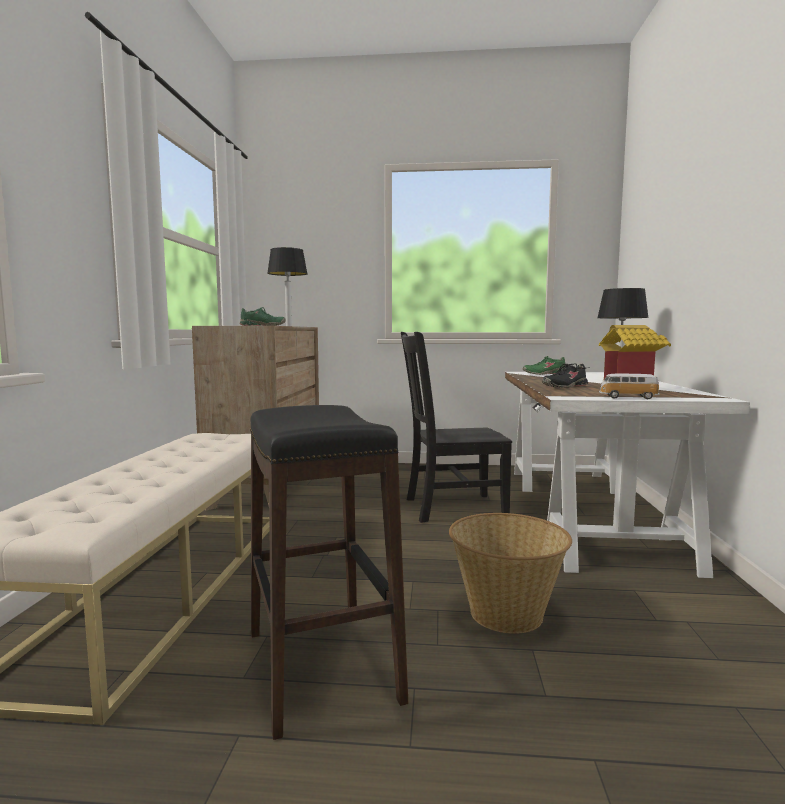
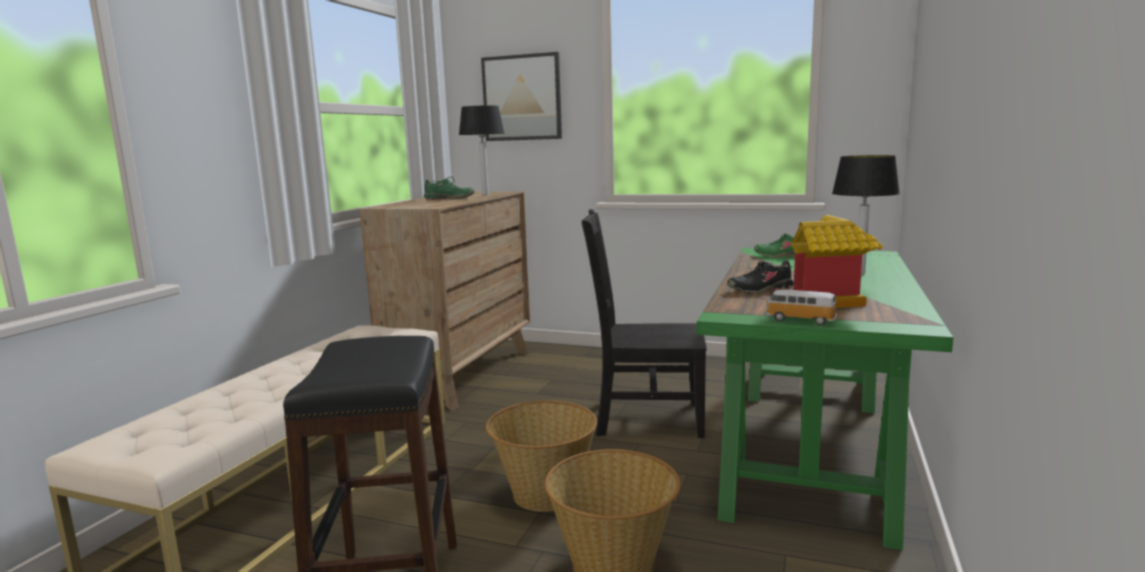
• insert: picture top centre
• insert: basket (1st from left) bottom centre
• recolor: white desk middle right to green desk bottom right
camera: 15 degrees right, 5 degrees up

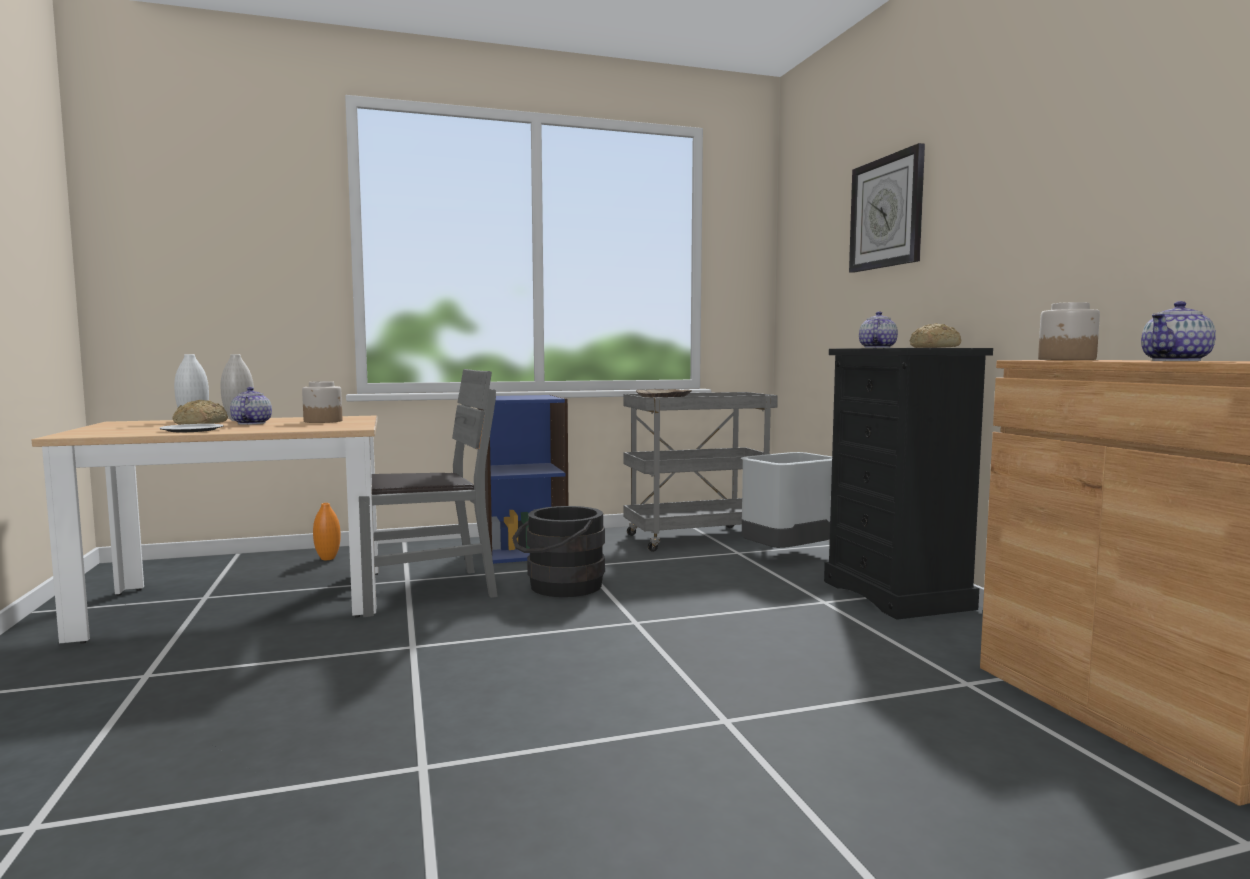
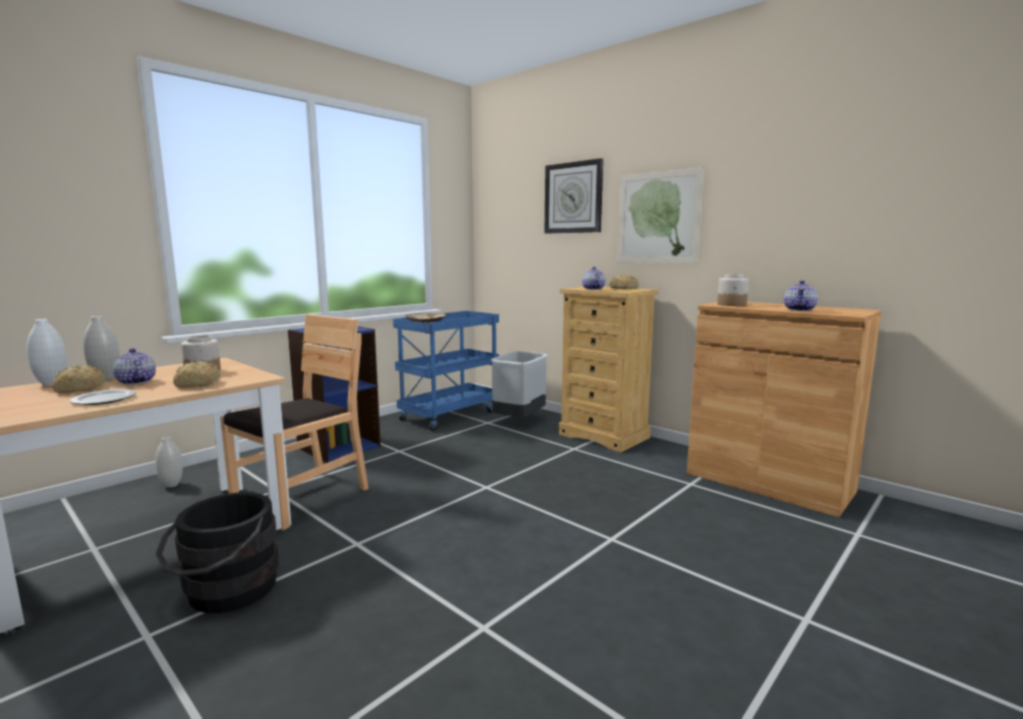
• recolor: orange vase middle left to white vase (3rd from left) middle left
• move: black bucket centre to bottom left
• insert: bread (2nd from left) middle left
• recolor: grey chair centre to brown chair middle left
• recolor: grey cart centre to blue cart centre
• recolor: black dresser middle right to beige dresser centre
• insert: picture top centre
camera: 30 degrees left, 5 degrees up

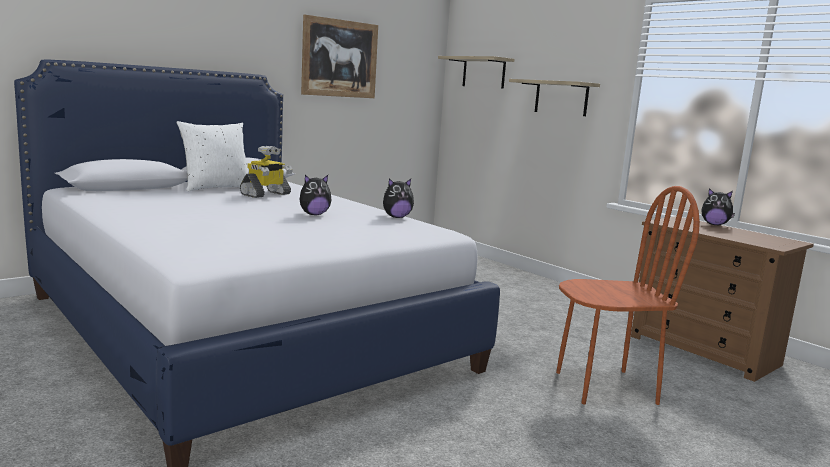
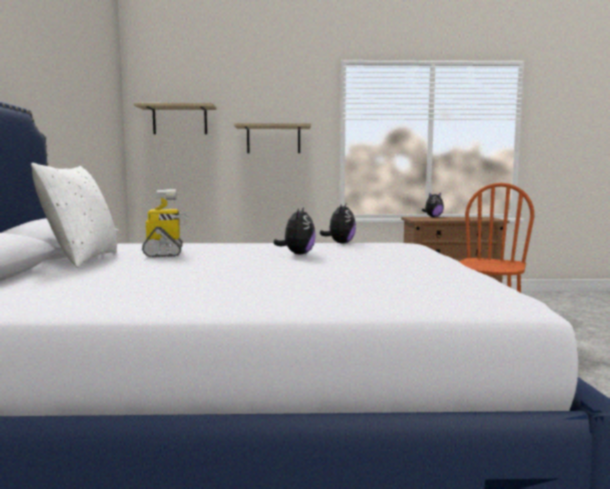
• delete: picture top centre
camera: 50 degrees left, 5 degrees down

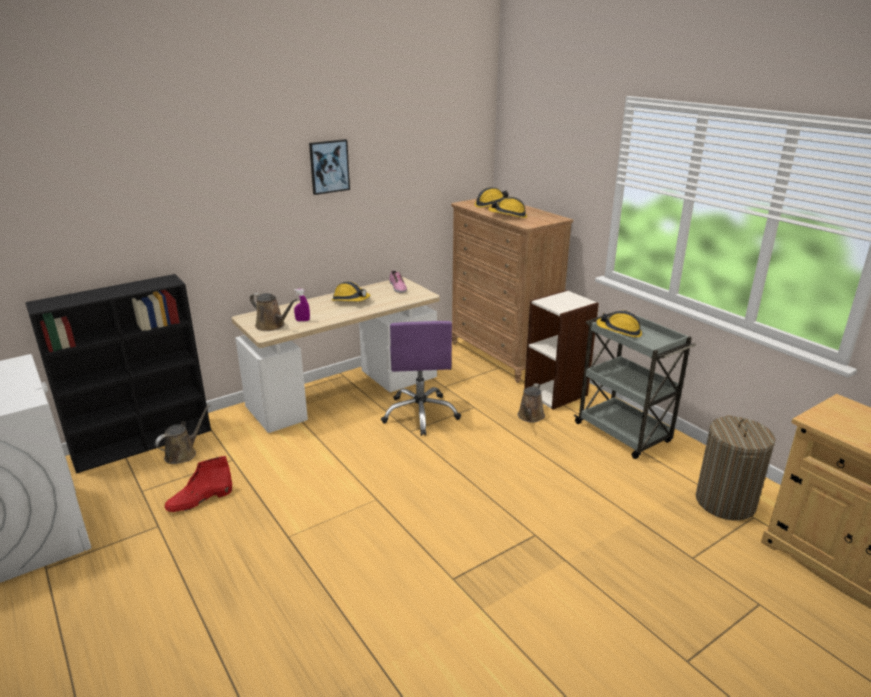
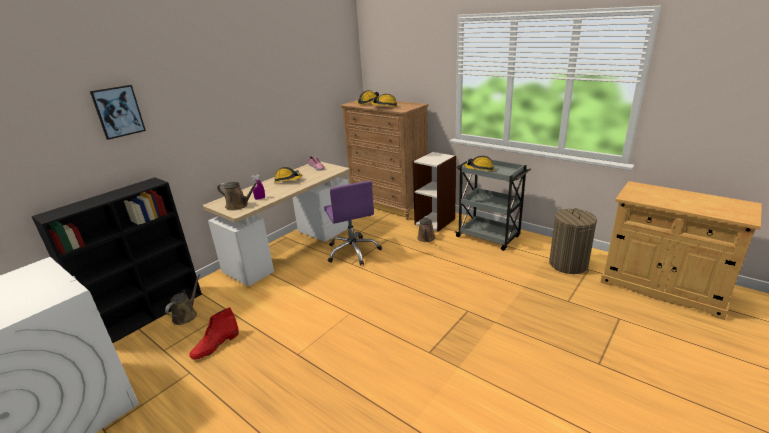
• move: picture top centre to top left
camera: 15 degrees left, 0 degrees up

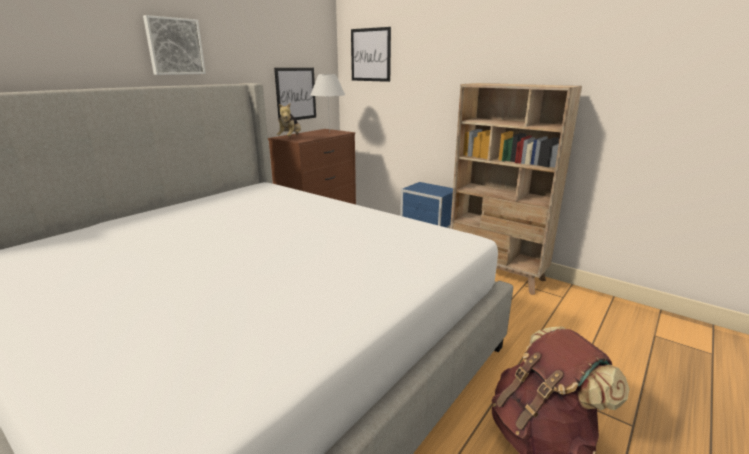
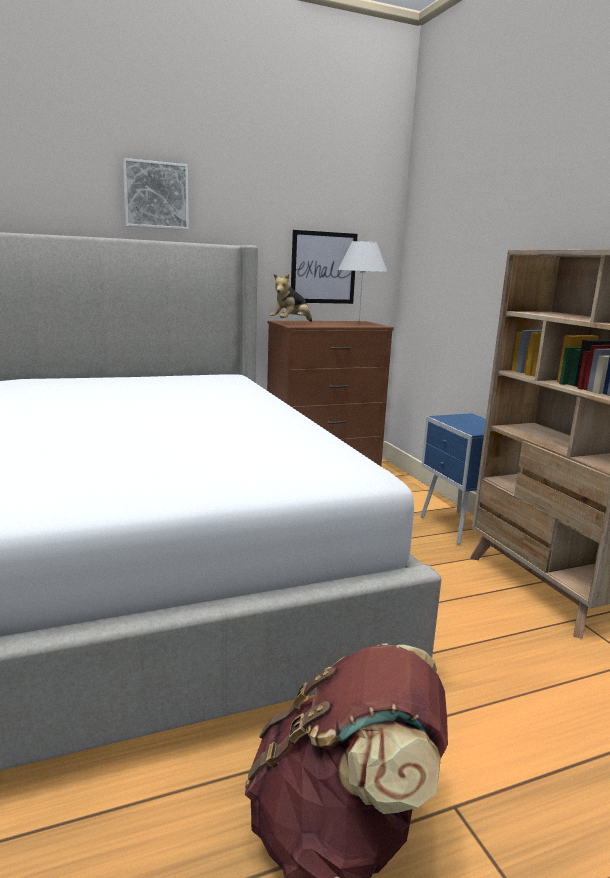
• delete: picture (3rd from left) top centre
camera: 30 degrees right, 5 degrees down

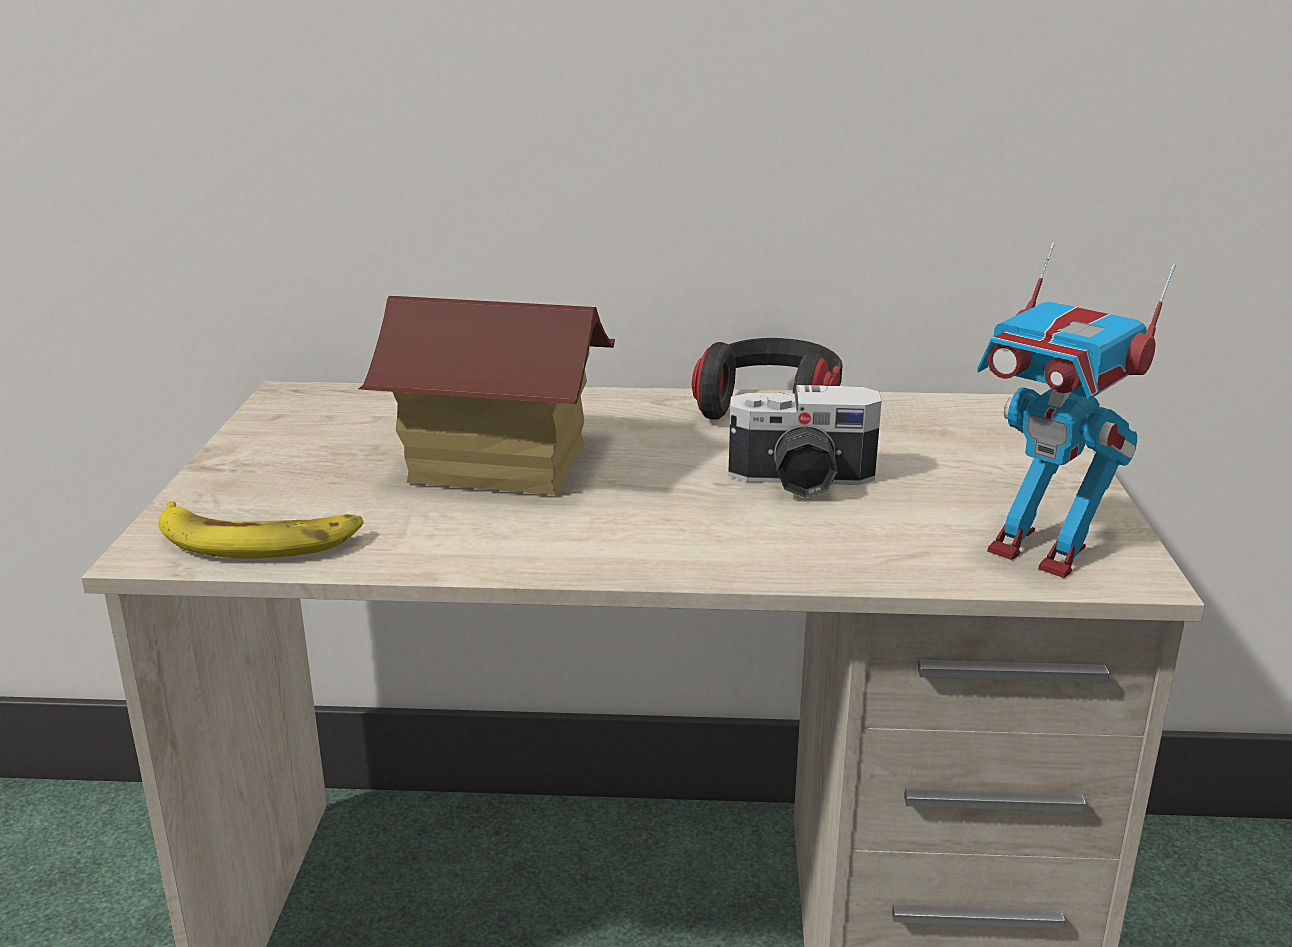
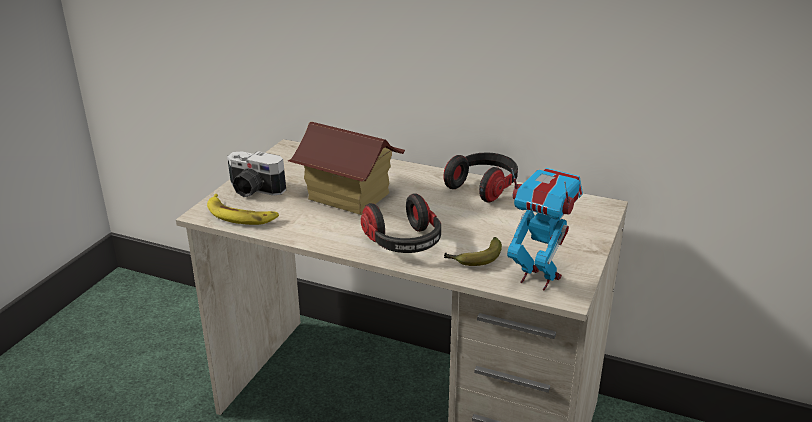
• move: photo camera centre to middle left
• insert: headphones (1st from left) centre
• insert: banana (2nd from left) centre
• rotate: toy robot middle right = middle right 150 degrees clockwise
camera: 20 degrees right, 5 degrees up

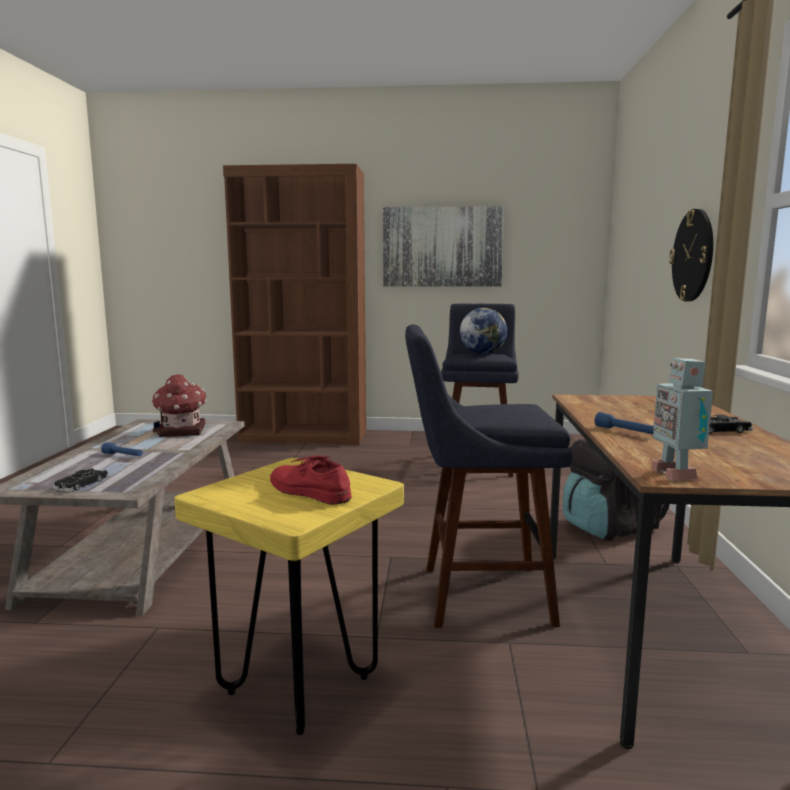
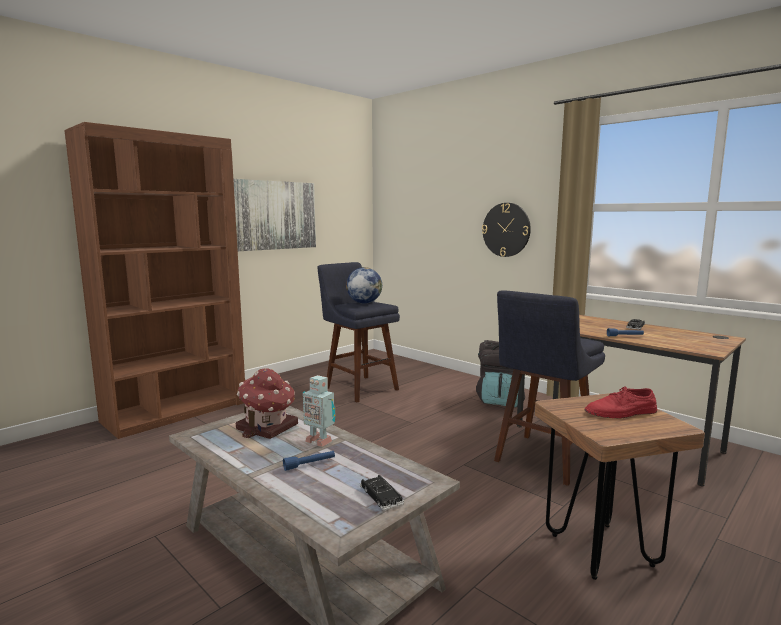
• move: toy robot middle right to centre
• recolor: yellow stool bottom centre to brown stool bottom right
camera: 50 degrees left, 0 degrees up

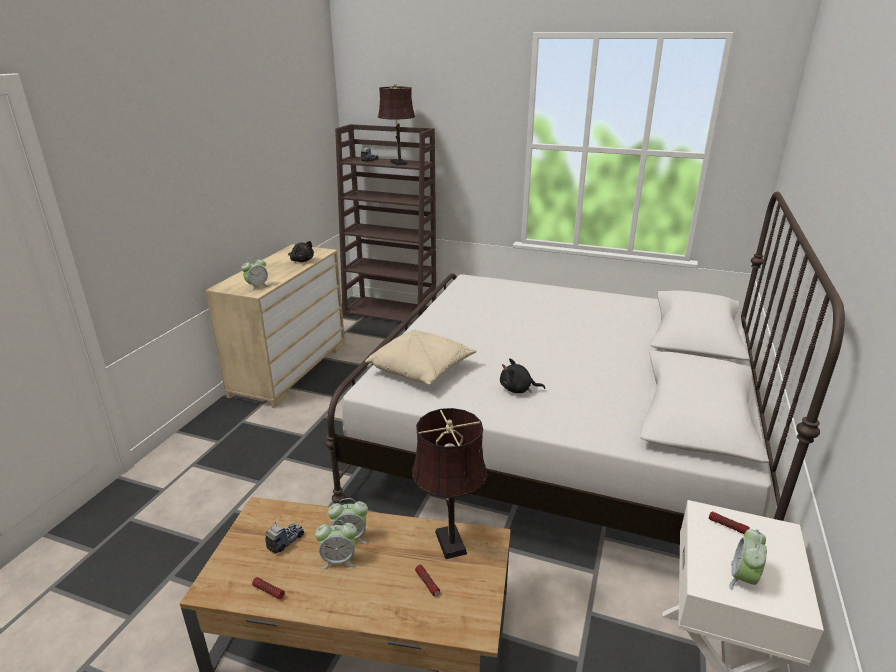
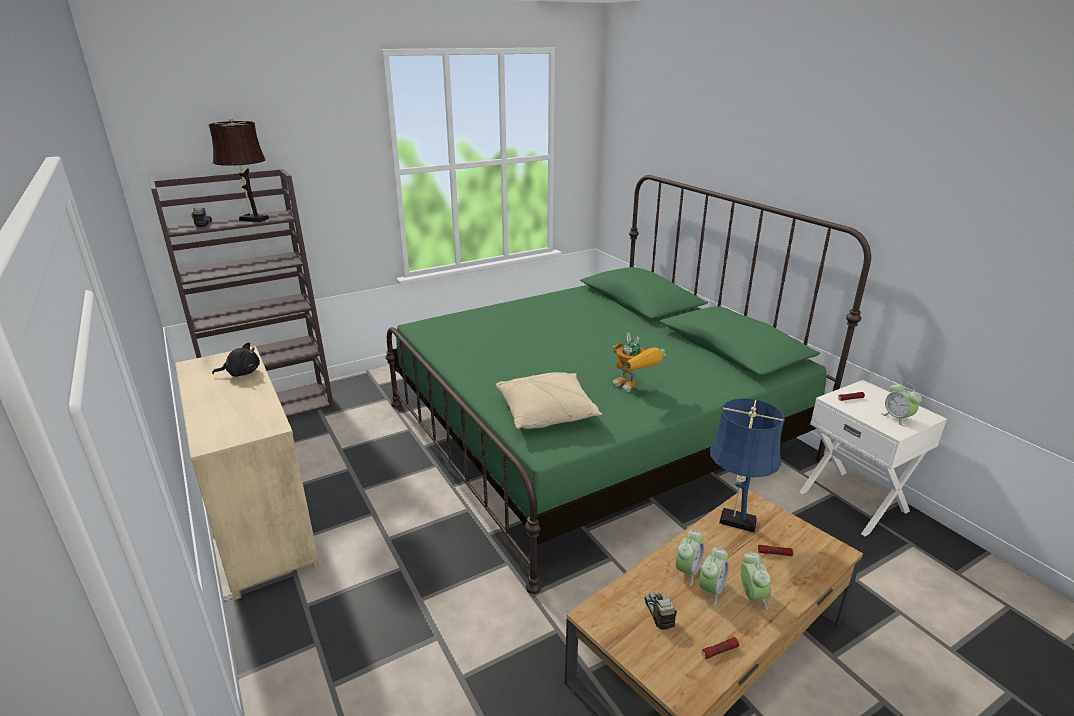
• recolor: white bed centre to green bed centre
• replace: black plush toy (2nd from left) centre to toy robot centre
• recolor: brown table lamp (2nd from left) bottom centre to blue table lamp middle right
• move: alarm clock (1st from left in the first image) middle left to alarm clock (3rd from left) bottom right
camera: 50 degrees left, 0 degrees up

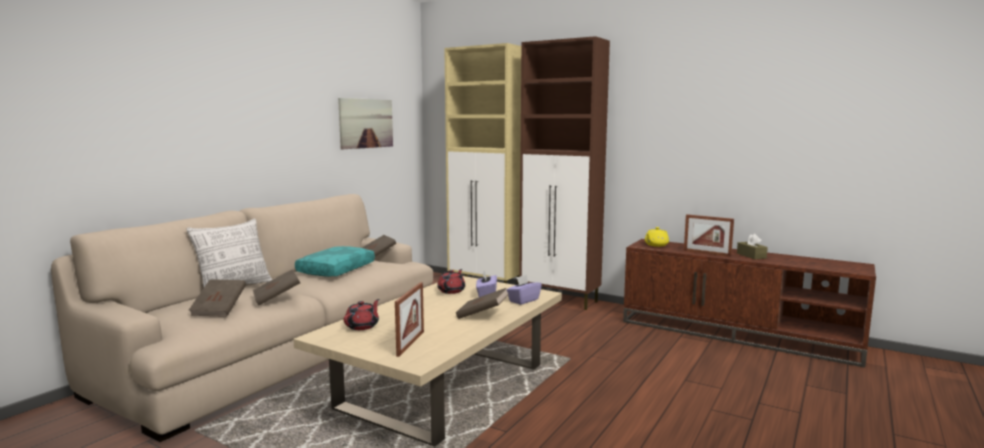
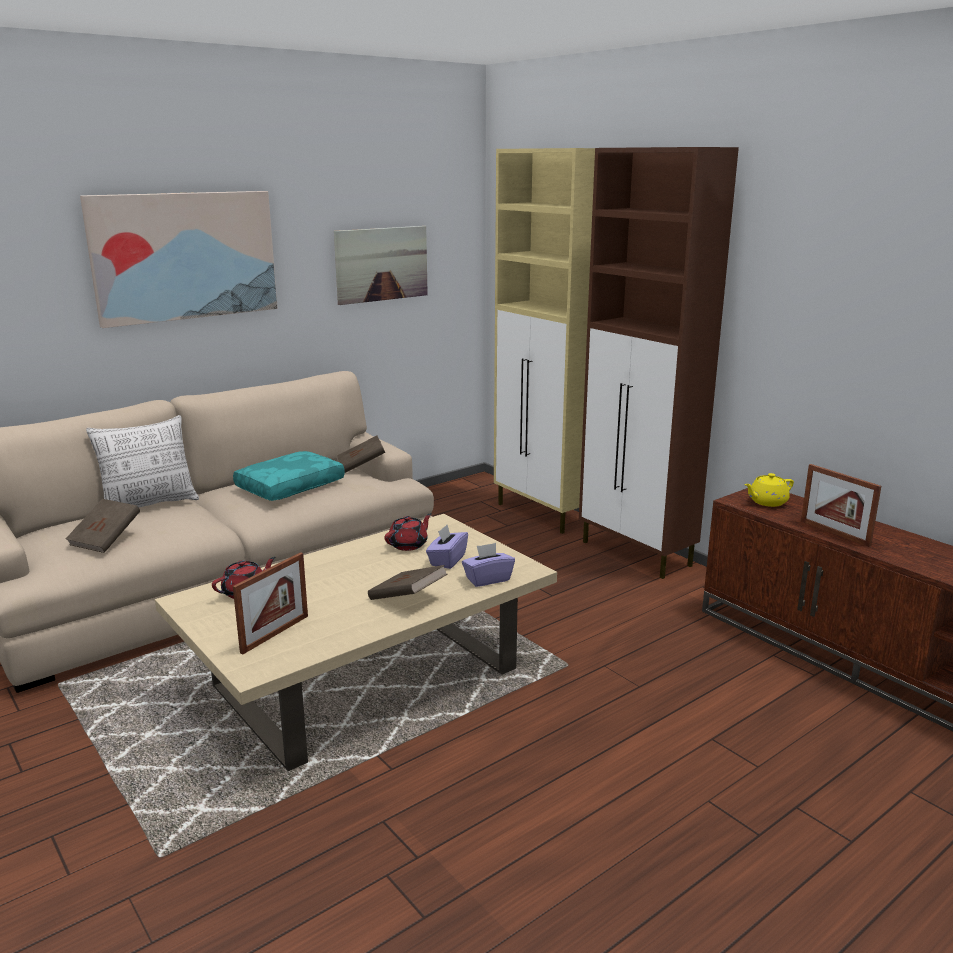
• insert: picture (1st from left) top left
• delete: brown book (2nd from left) middle left
• delete: brown tissue box middle right
camera: 20 degrees right, 10 degrees up

